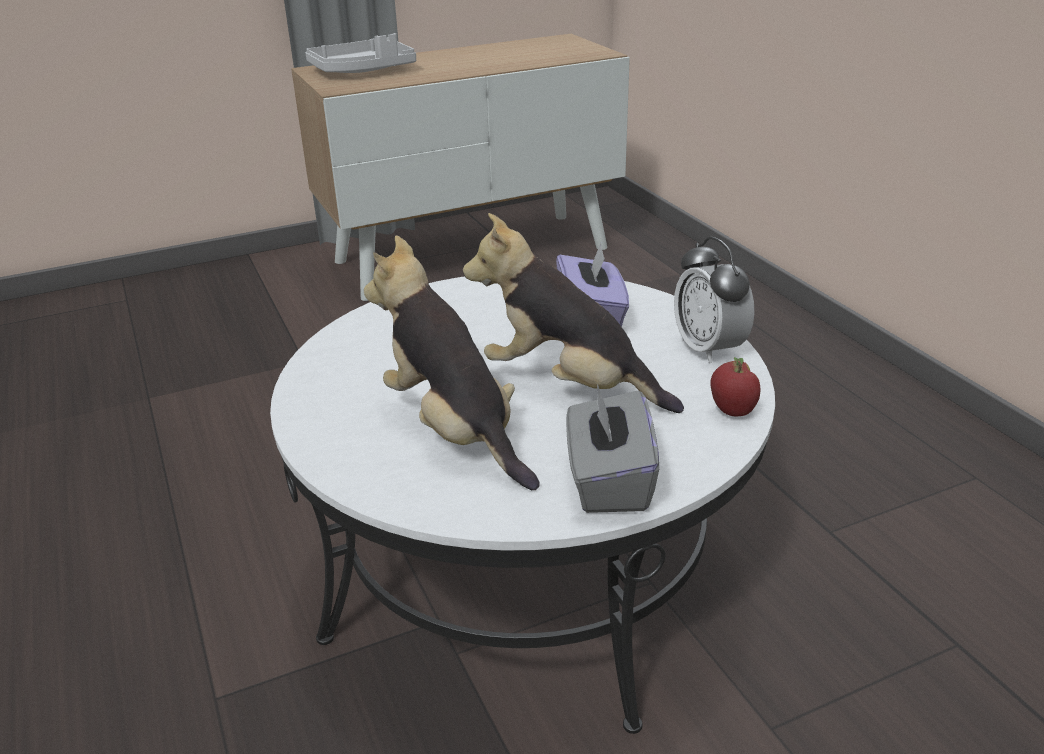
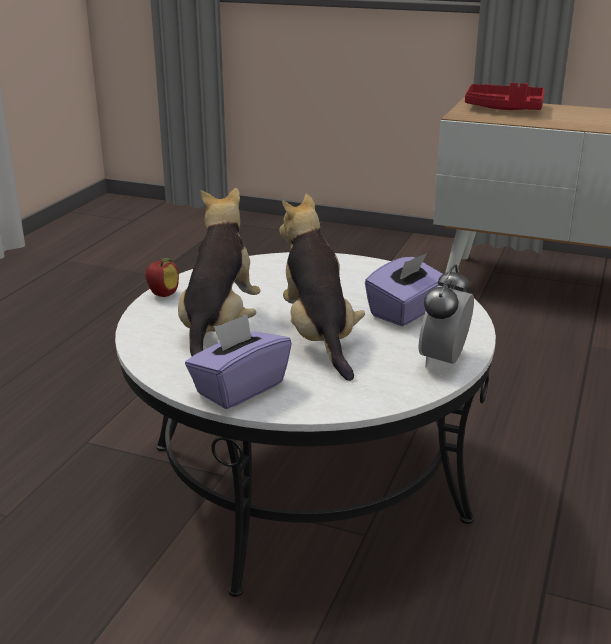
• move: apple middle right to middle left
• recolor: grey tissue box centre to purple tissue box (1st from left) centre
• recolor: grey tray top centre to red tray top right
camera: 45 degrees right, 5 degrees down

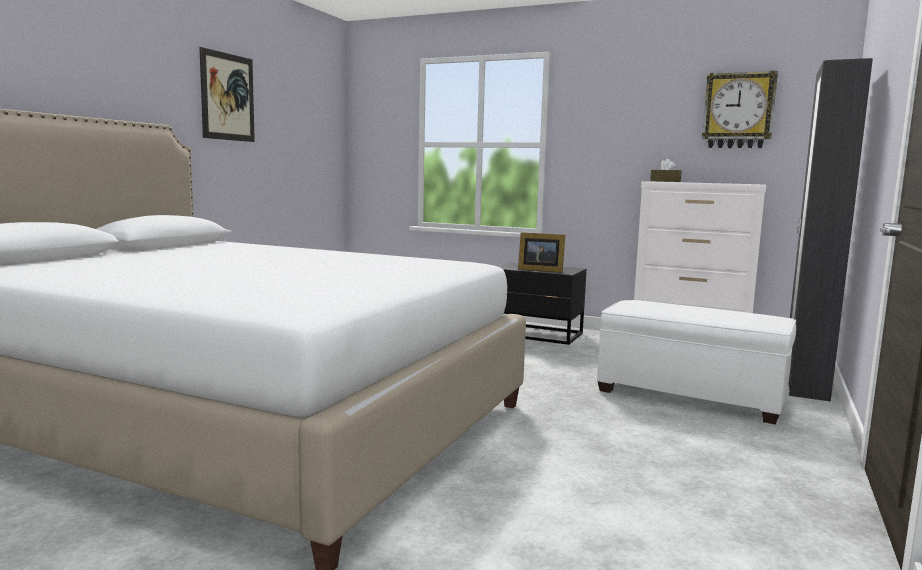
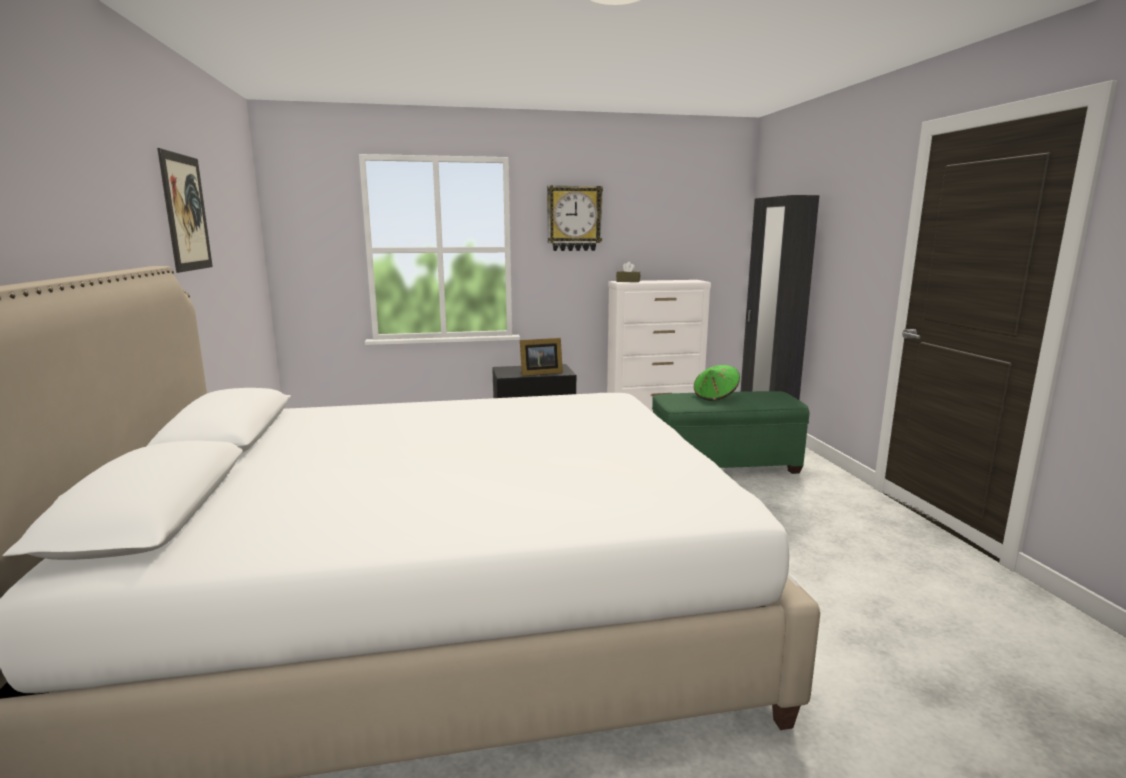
• move: wall clock top right to top centre
• recolor: white ottoman middle right to green ottoman centre
• insert: green hat centre
camera: 35 degrees left, 5 degrees up

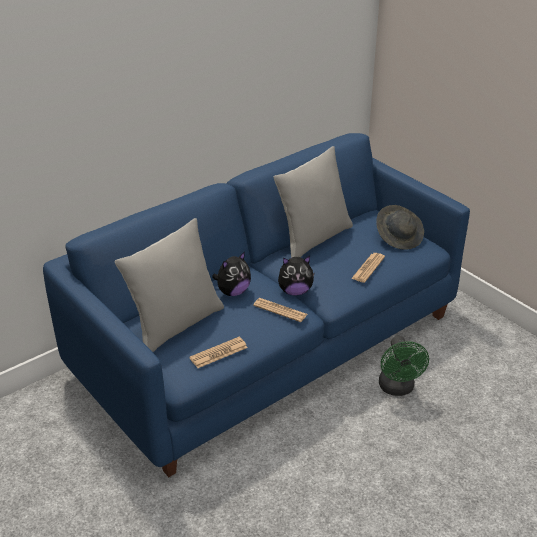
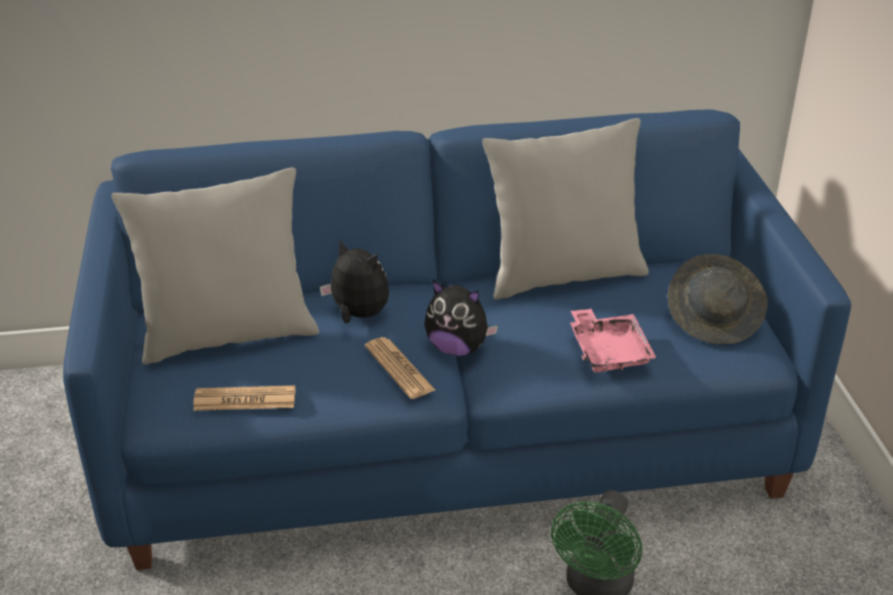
• rotate: plush toy (1st from left) centre = centre 135 degrees counterclockwise
• replace: newspaper (3rd from left) middle right to pink tray middle right
camera: 30 degrees right, 0 degrees up

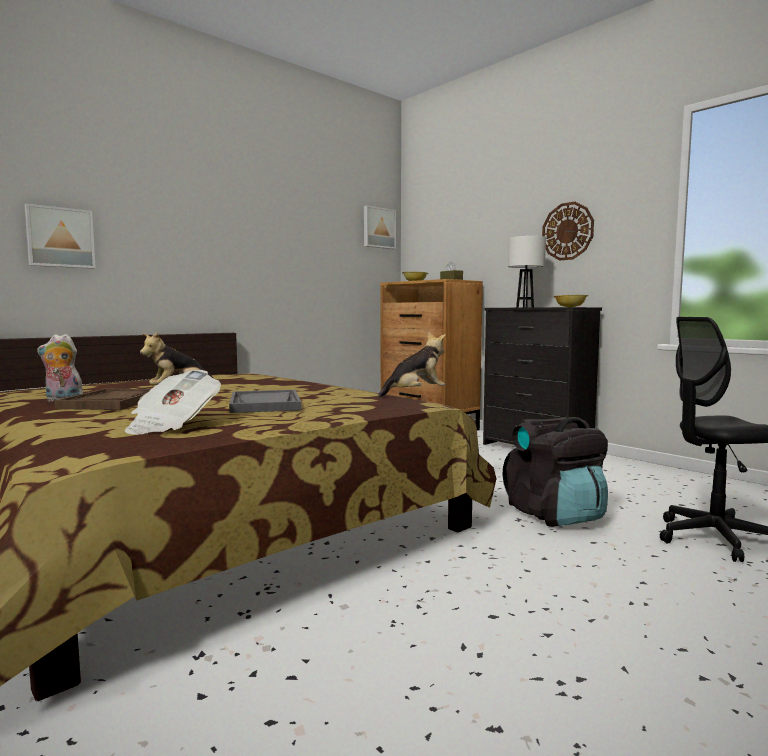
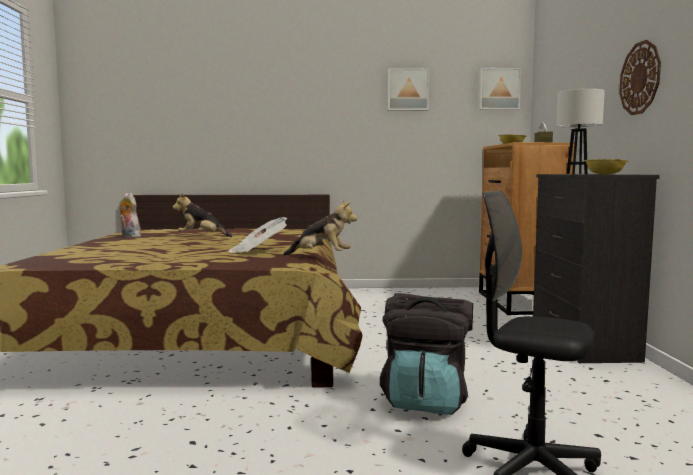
• move: newspaper middle left to centre
• move: picture (1st from left) top left to top centre
• delete: brown tray middle left
• delete: grey tray centre
camera: 40 degrees right, 0 degrees up

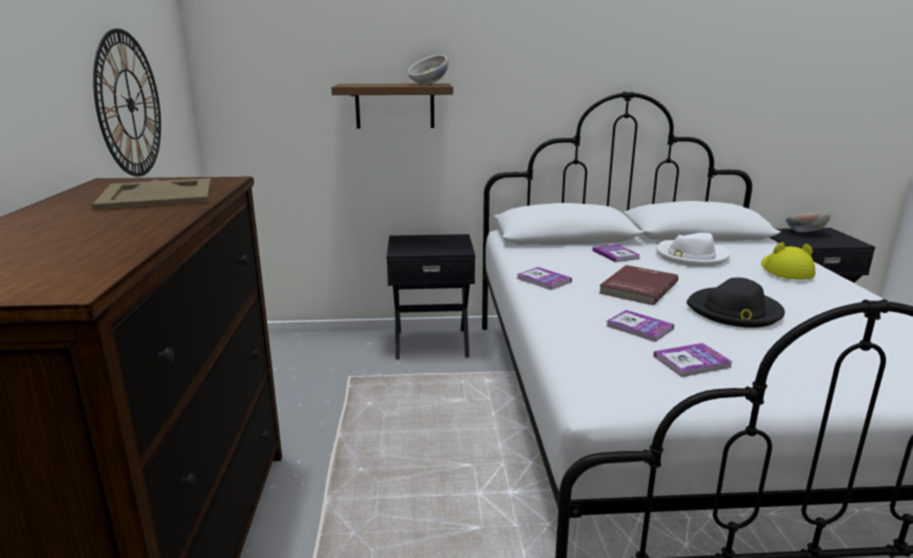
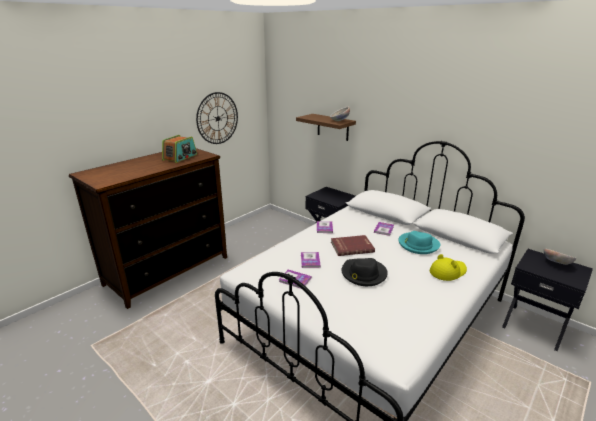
• replace: beige tray middle left to radio middle left
• recolor: white hat middle right to turquoise hat middle right
camera: 45 degrees right, 5 degrees up

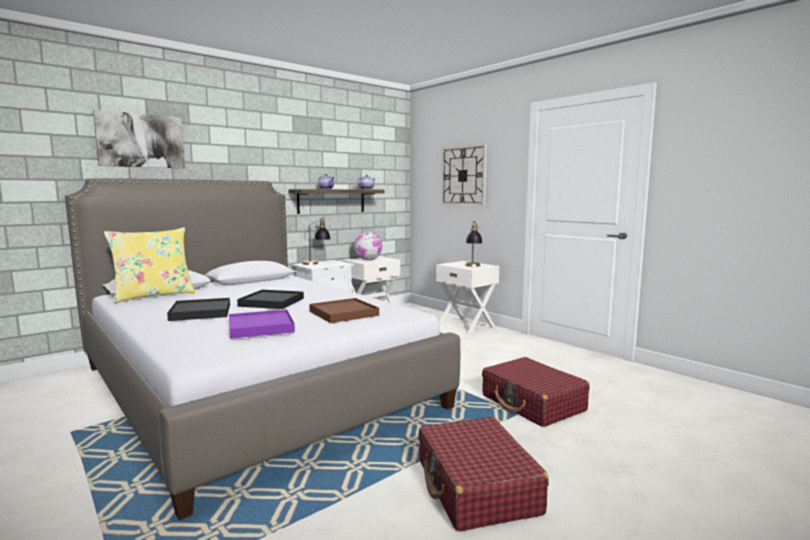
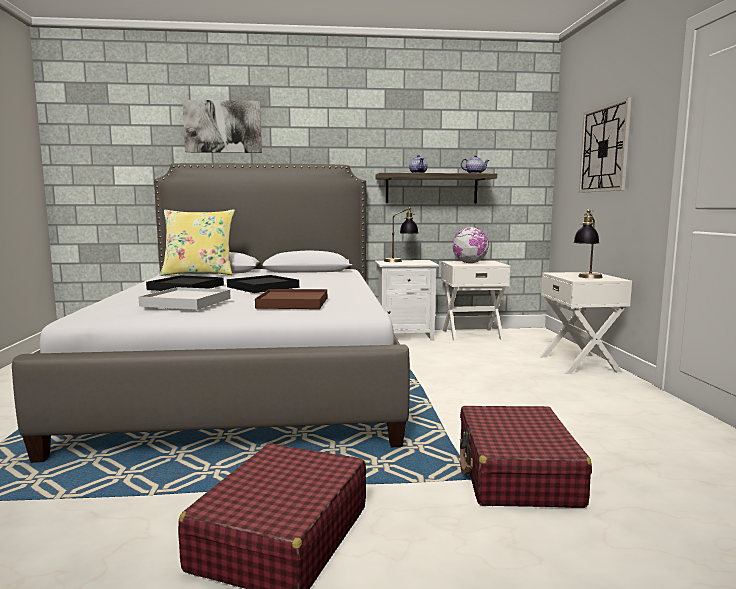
• recolor: purple tray middle left to white tray middle left
camera: 35 degrees right, 0 degrees up

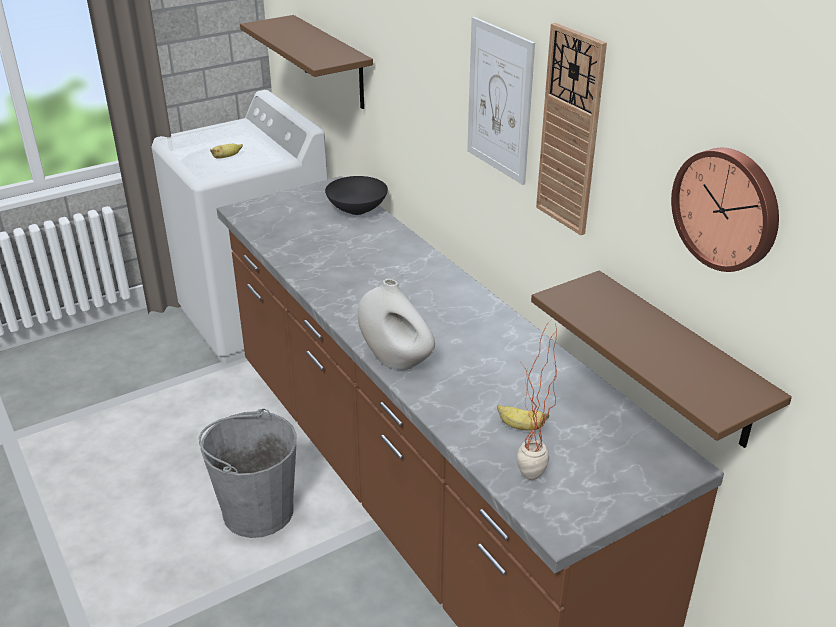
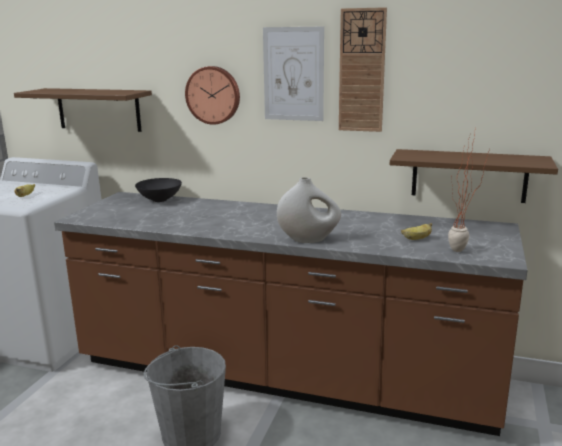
• move: wall clock (2nd from left in the first image) middle right to wall clock (1st from left) top centre
camera: 40 degrees left, 15 degrees down

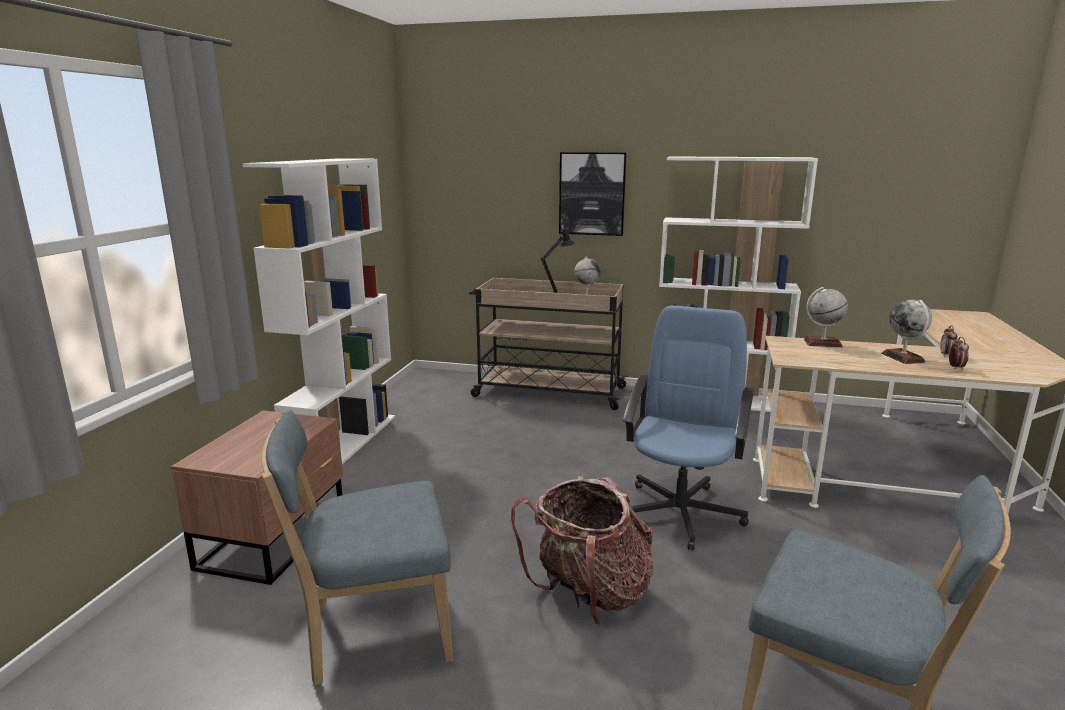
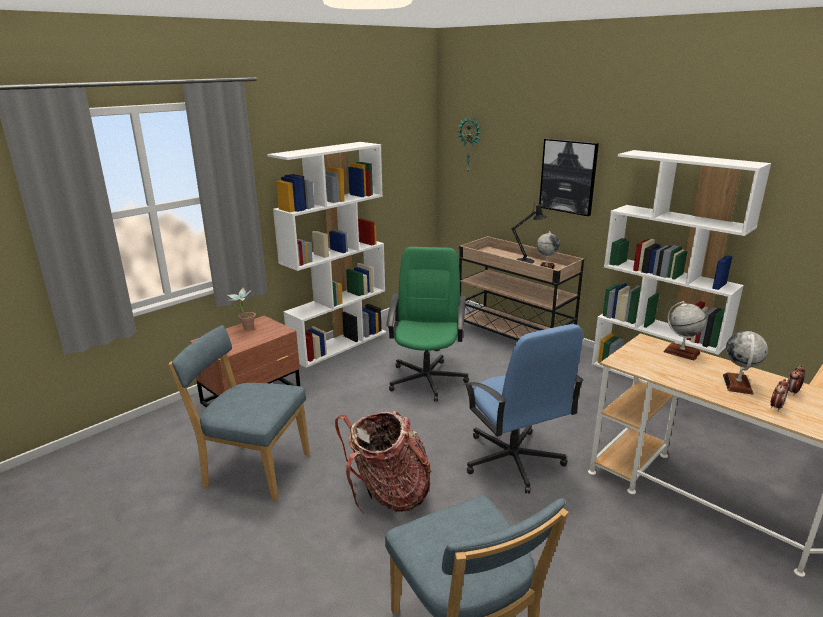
• insert: potted plant middle left
• insert: green office chair centre
• insert: wall clock top centre
• rotate: blue office chair centre = centre 105 degrees clockwise
camera: 30 degrees right, 5 degrees up

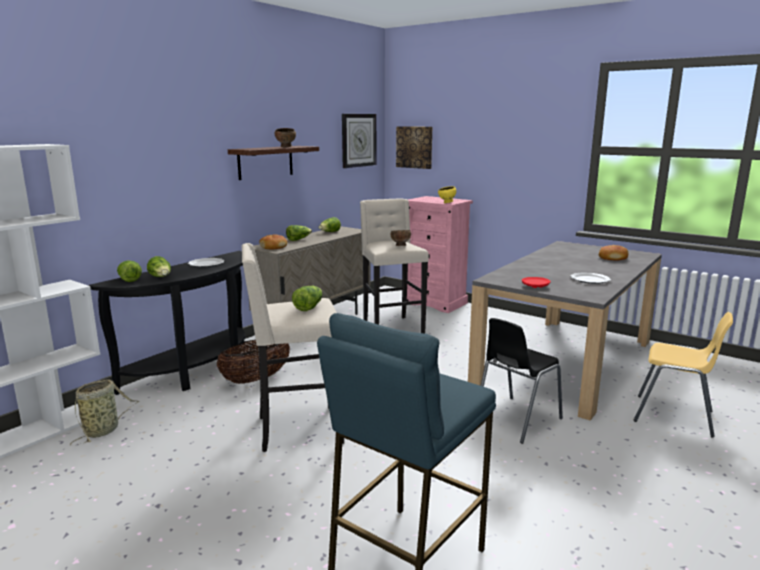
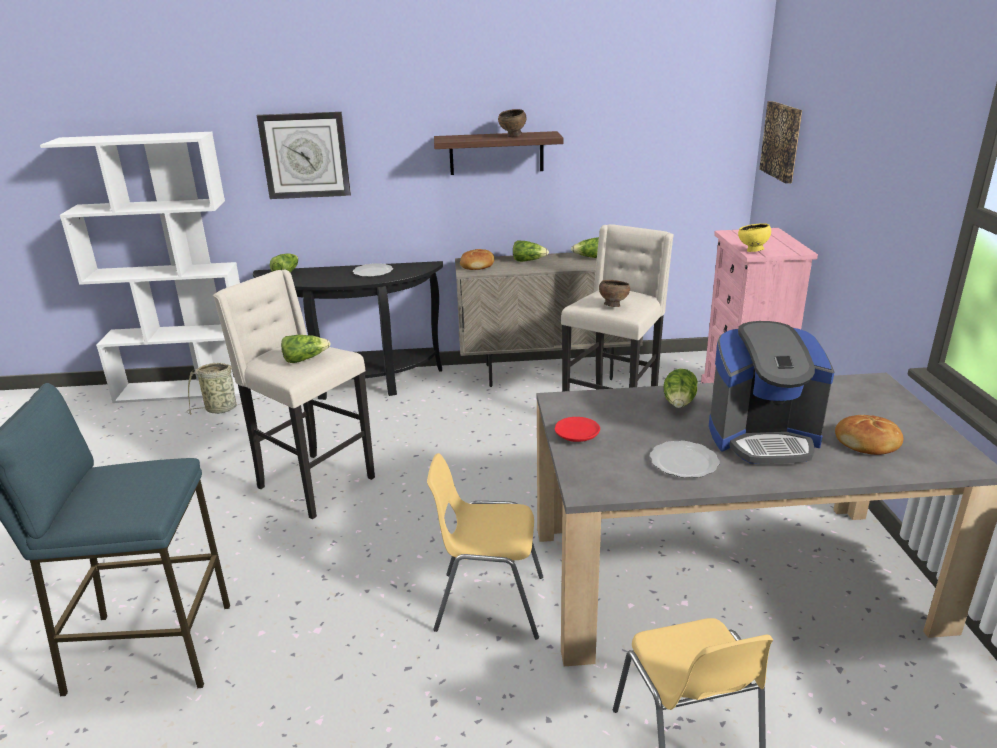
• move: wall clock top centre to top left
• recolor: black chair bottom right to yellow chair (1st from left) bottom centre
• move: lettuce (2nd from left in the first image) middle left to lettuce (5th from left) middle right
• insert: coffee machine middle right
• delete: basket (2nd from left) middle left
camera: 50 degrees right, 10 degrees up

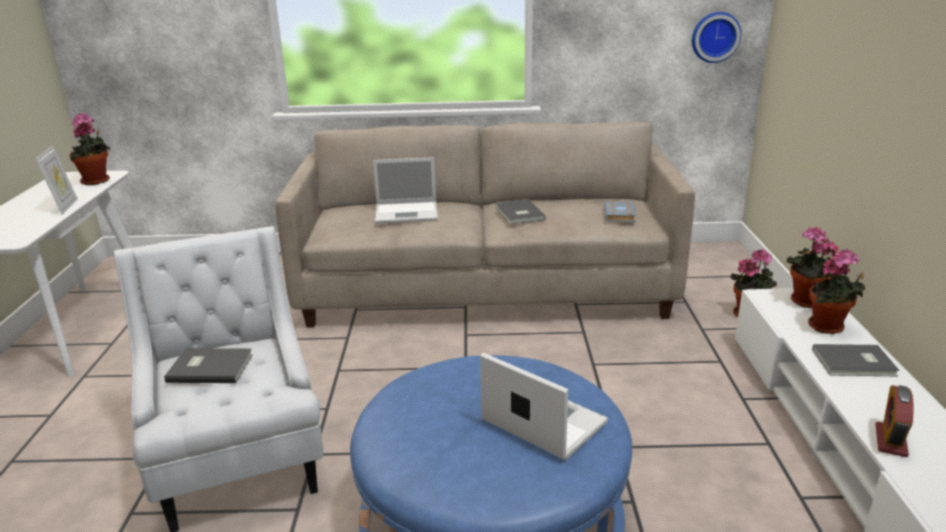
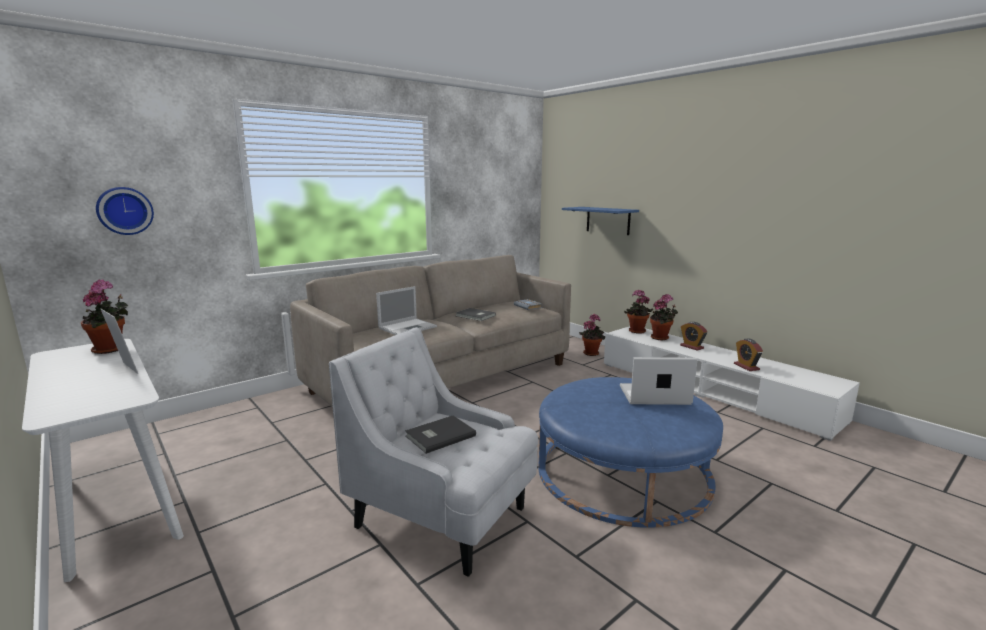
• move: wall clock top right to middle left
• insert: blue shelf centre
• replace: grey book (4th from left) bottom right to alarm clock (1st from left) middle right
camera: 40 degrees left, 10 degrees down

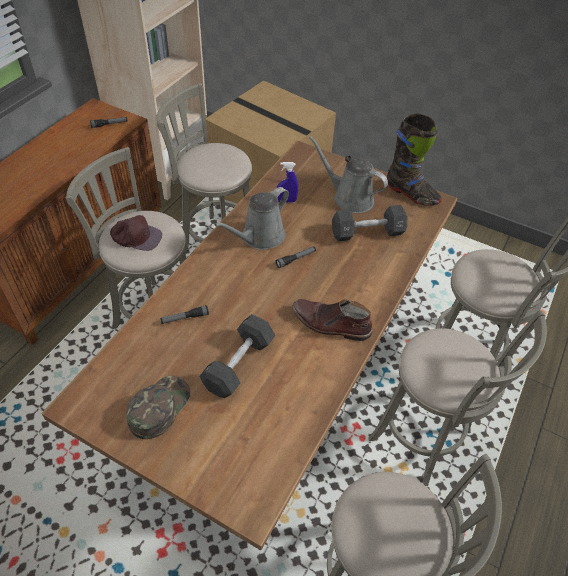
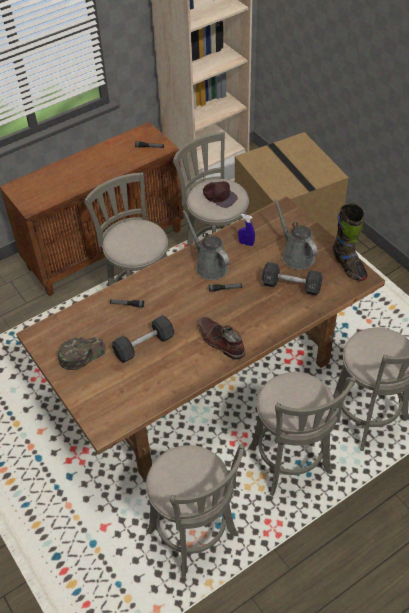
• rotate: grey watering can (1st from left) centre = centre 75 degrees clockwise
• move: brown cap middle left to top centre
camera: 30 degrees right, 0 degrees up

